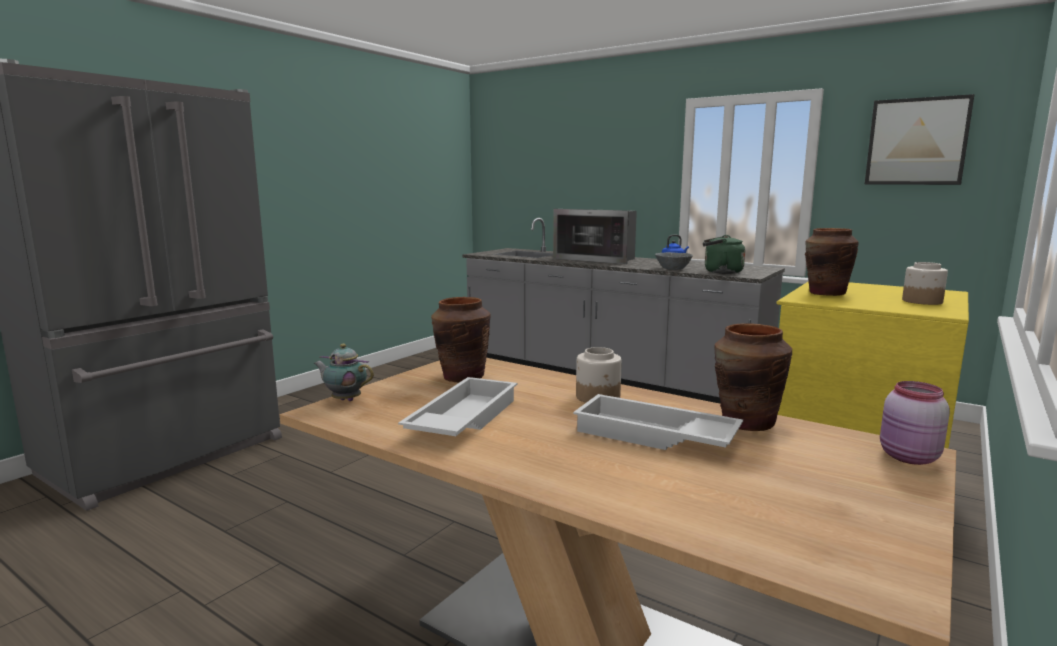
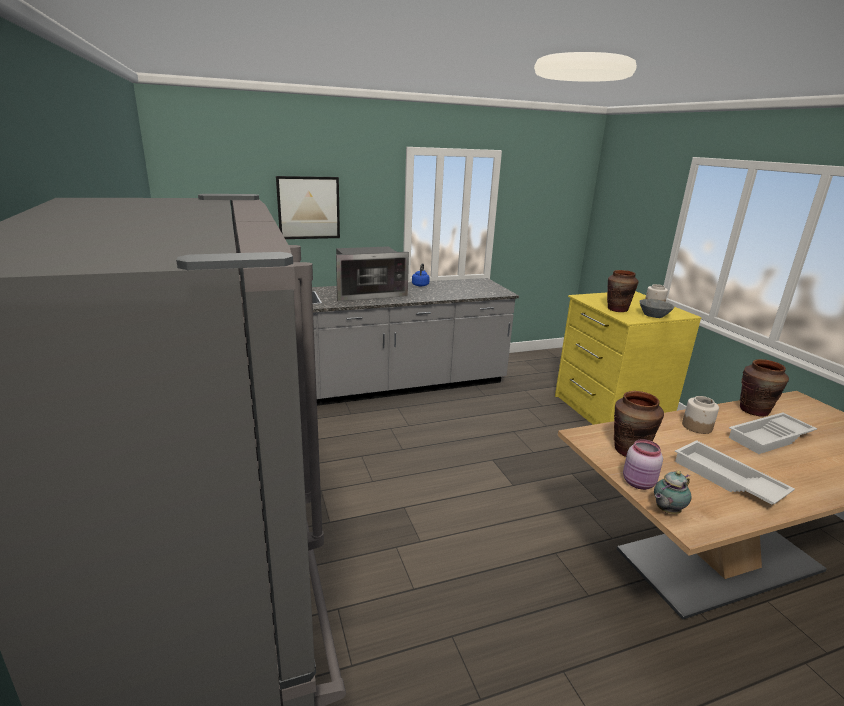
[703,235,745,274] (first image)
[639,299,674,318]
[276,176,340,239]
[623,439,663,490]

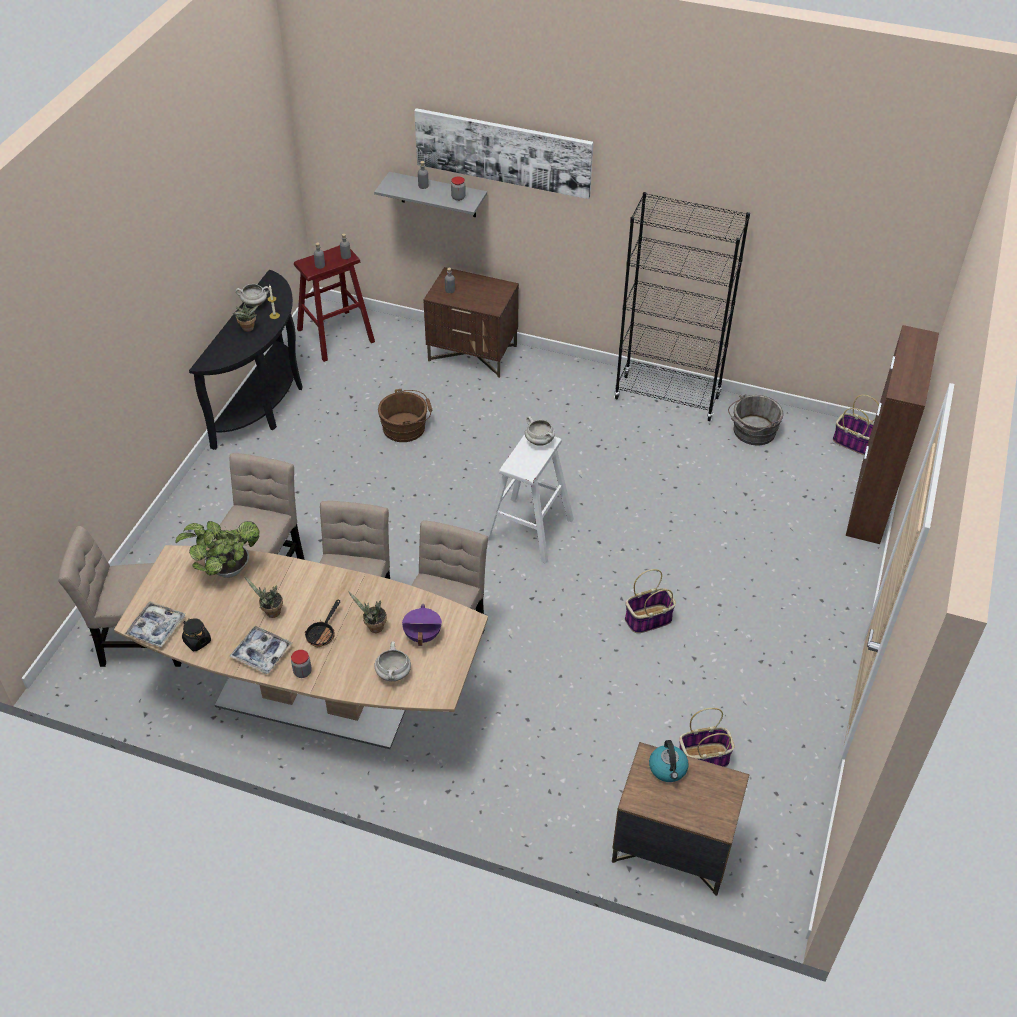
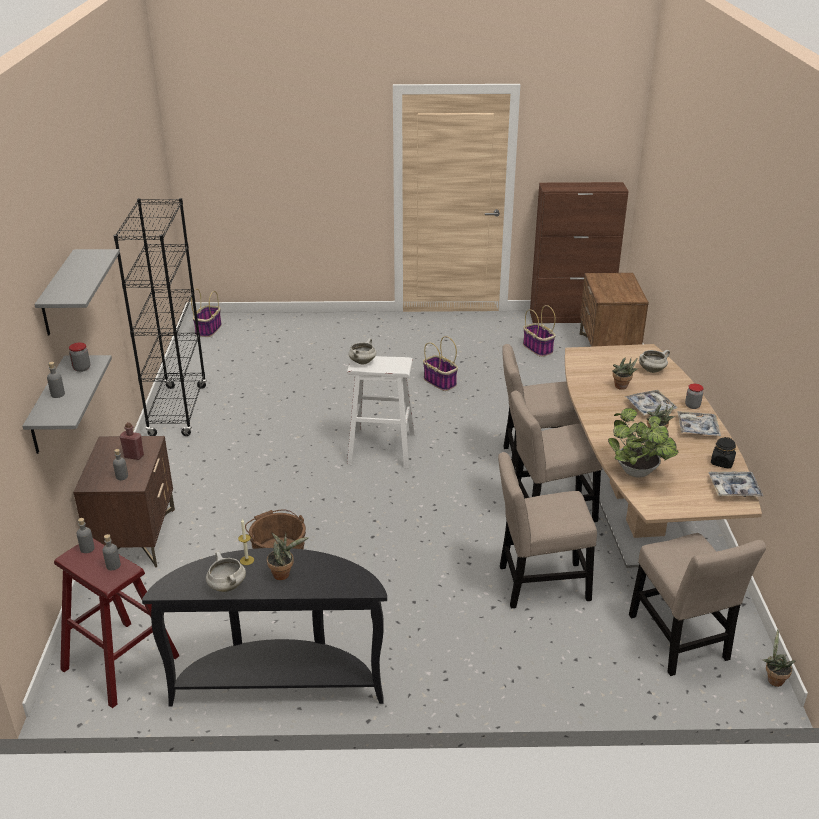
[402,604,442,646] (first image)
[649,740,689,782] (first image)
[728,393,783,445] (first image)
[120,422,144,460]
[763,629,795,687]
[530,182,629,323]
[625,390,678,415]
[34,249,120,336]

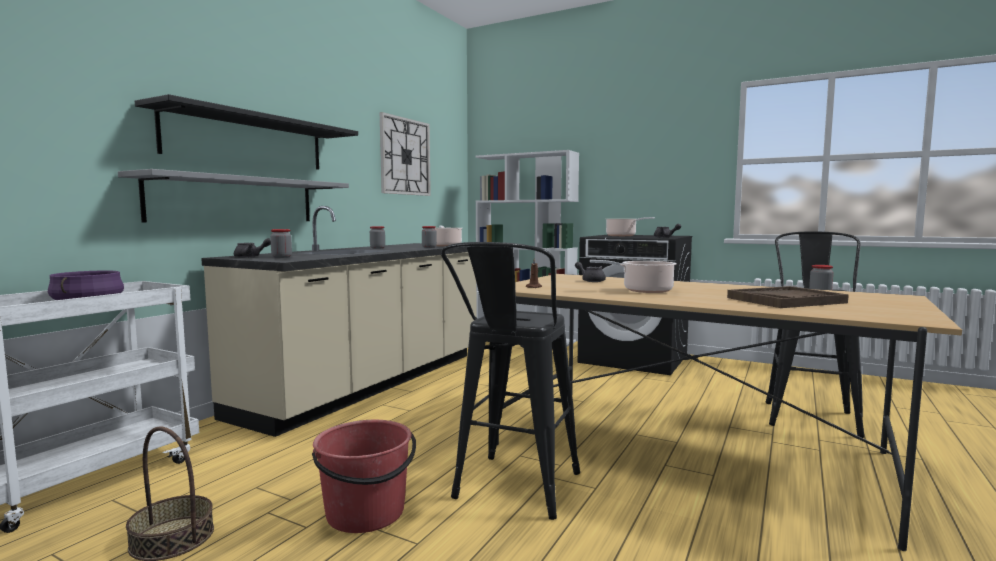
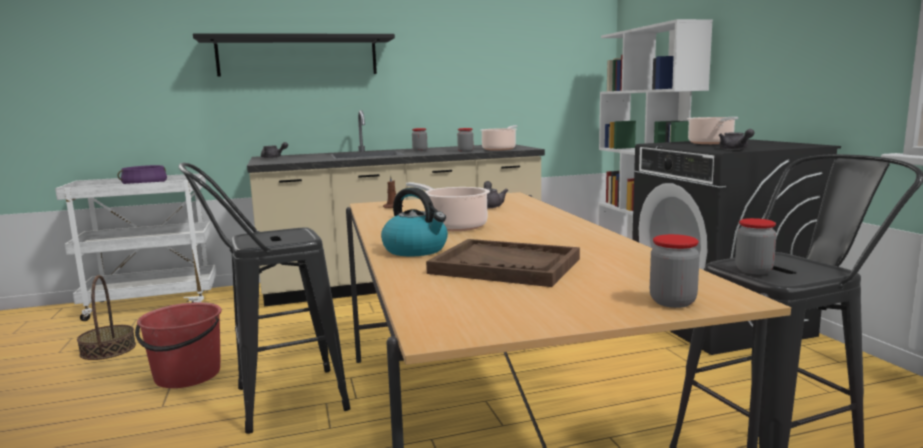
[118,169,349,223] (first image)
[380,112,431,196] (first image)
[381,187,448,256]
[650,234,700,308]

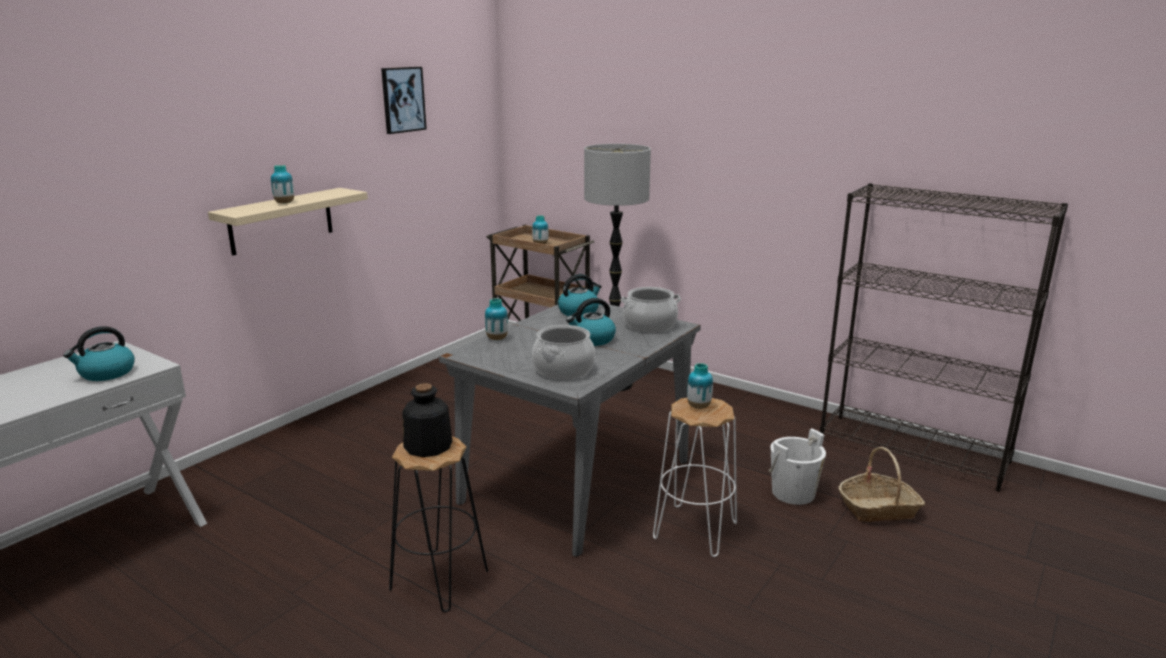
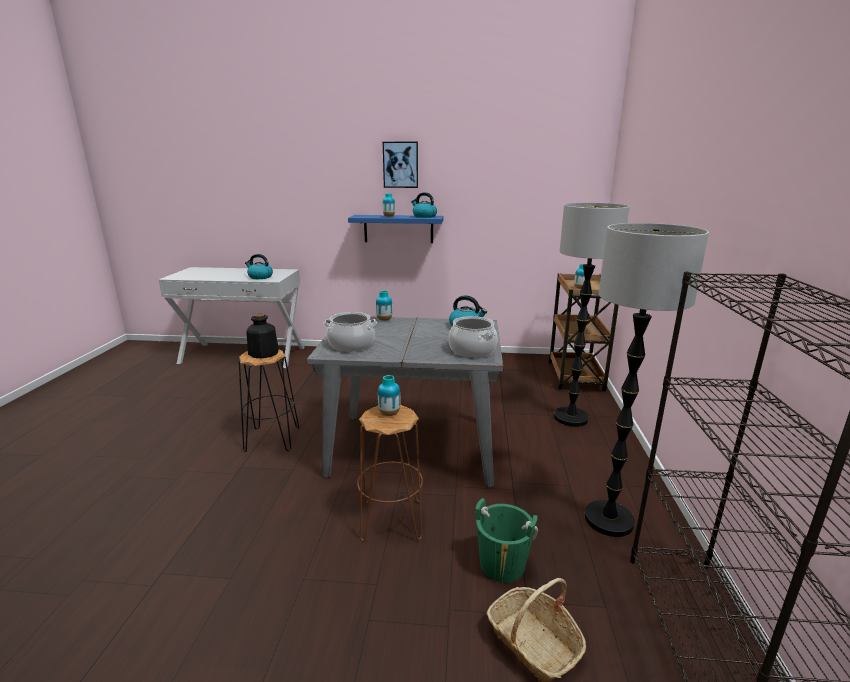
[585,223,709,537]
[383,142,418,188]
[411,192,437,218]
[348,215,443,243]
[357,405,423,542]
[475,498,538,583]

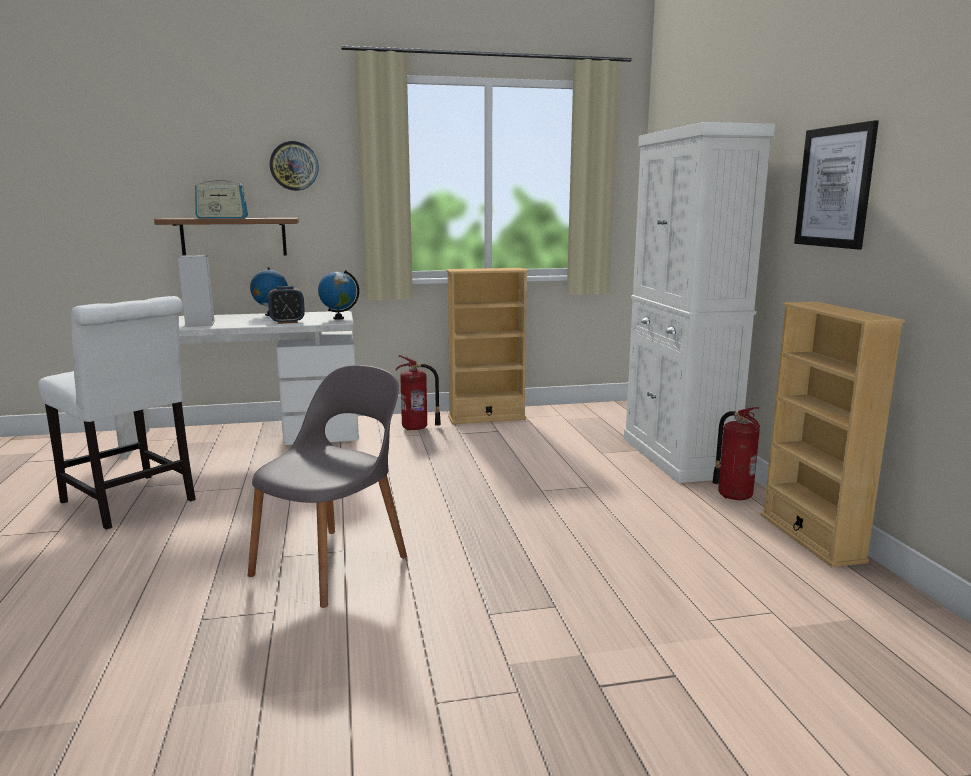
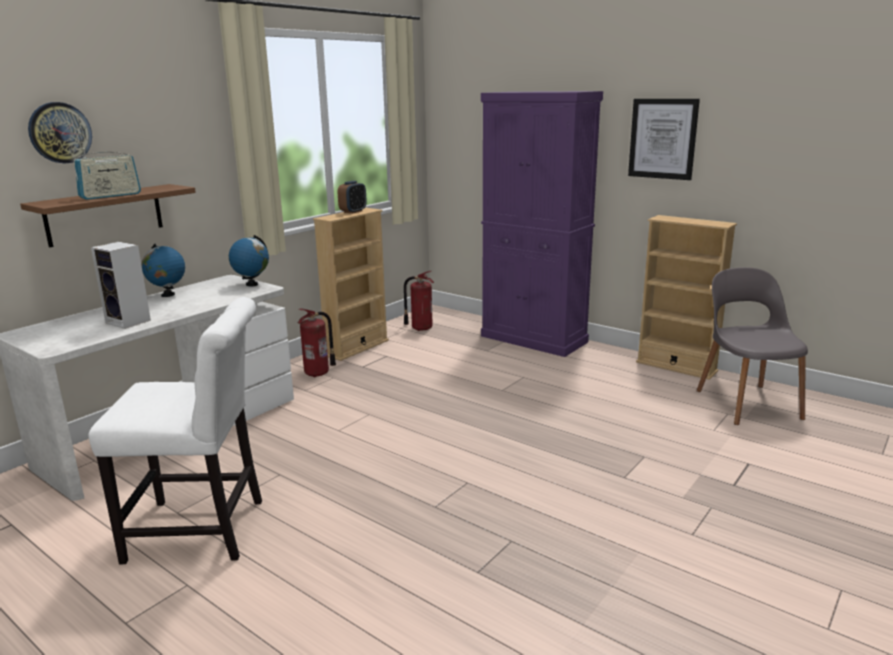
[696,267,808,425]
[338,181,367,214]
[28,102,92,163]
[404,271,434,331]
[481,91,603,357]

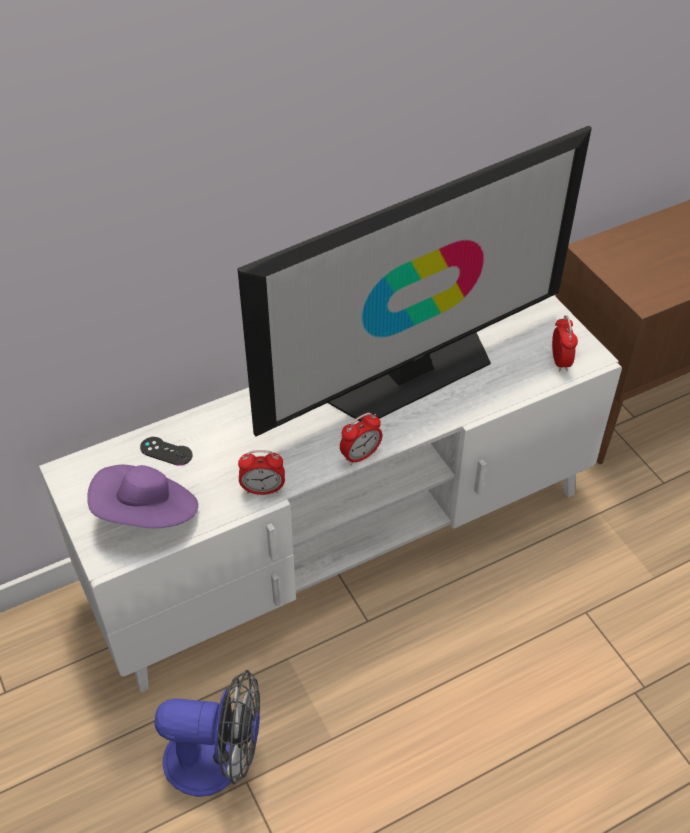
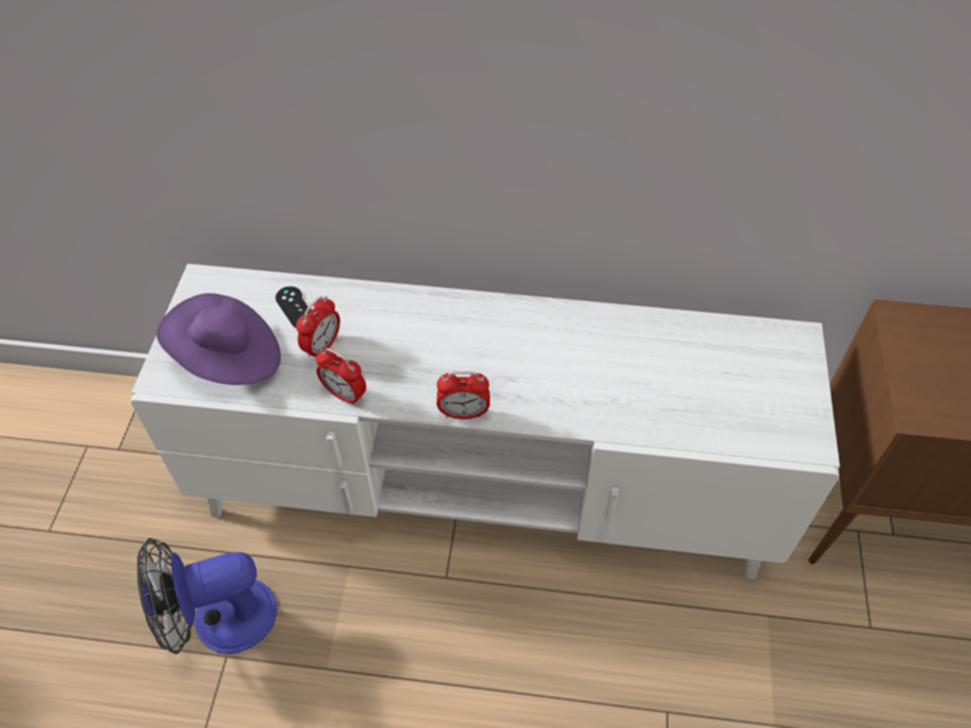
[237,126,592,436] (first image)
[296,296,340,359]
[137,538,277,654]

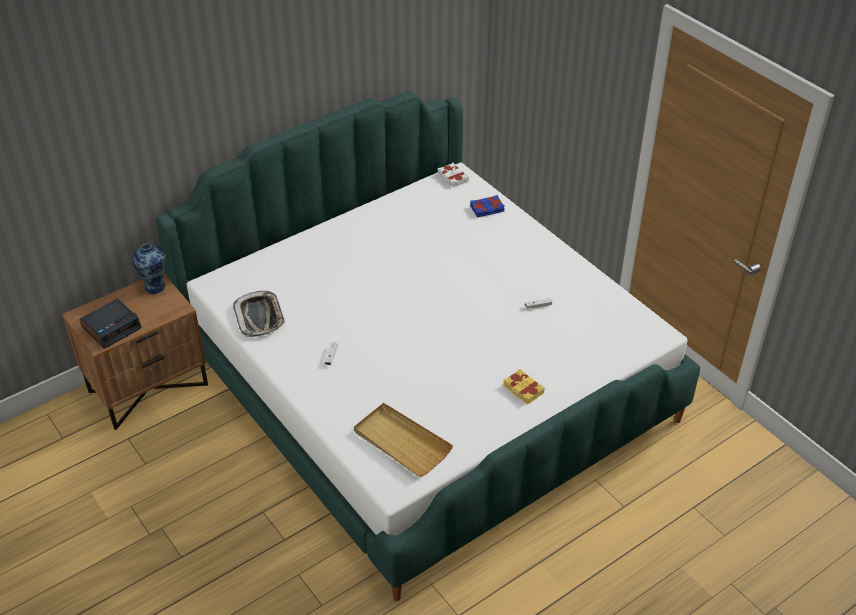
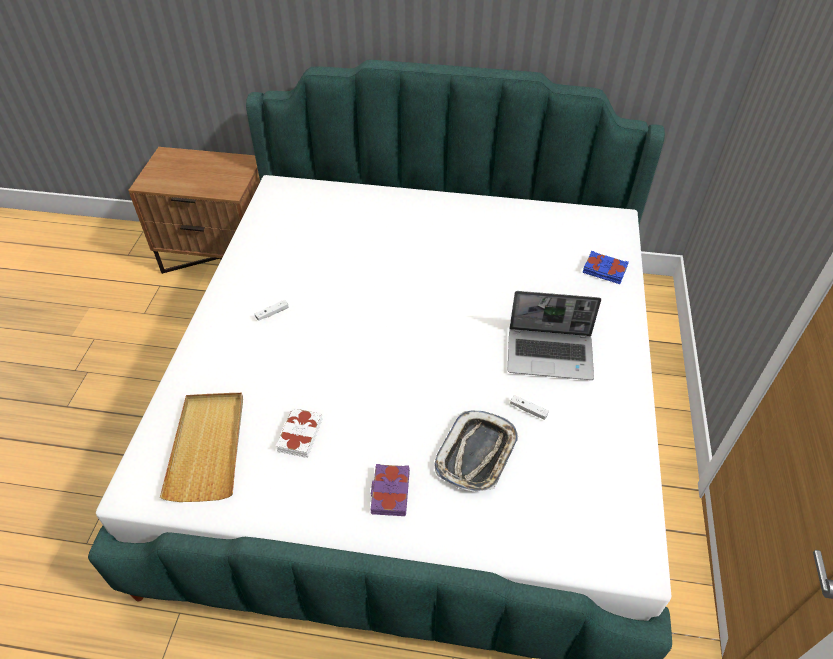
[79,298,142,349] (first image)
[132,243,166,294] (first image)
[508,291,601,380]
[434,410,518,492]
[276,408,323,458]
[370,464,410,516]

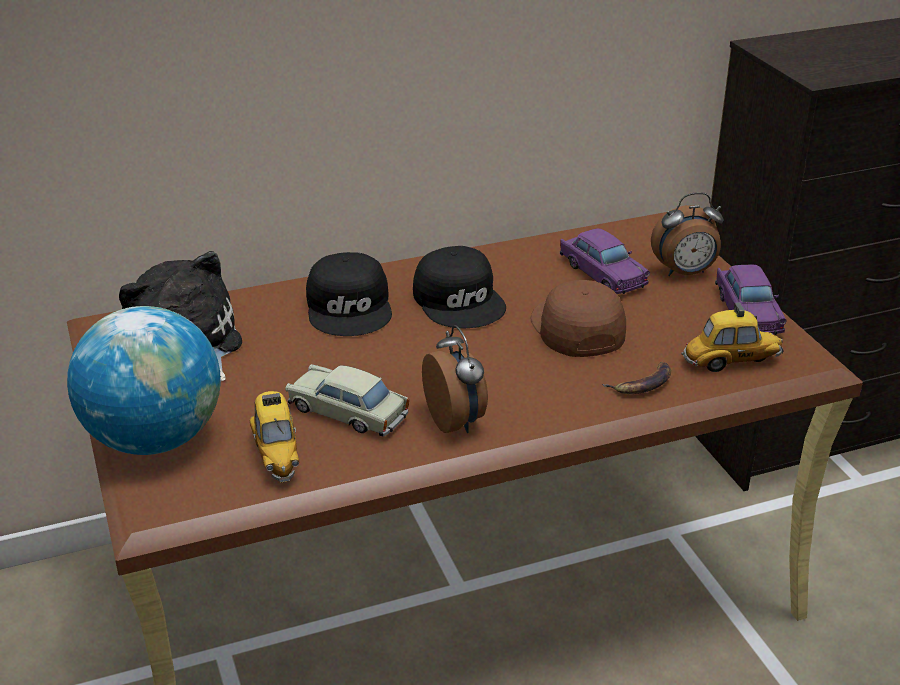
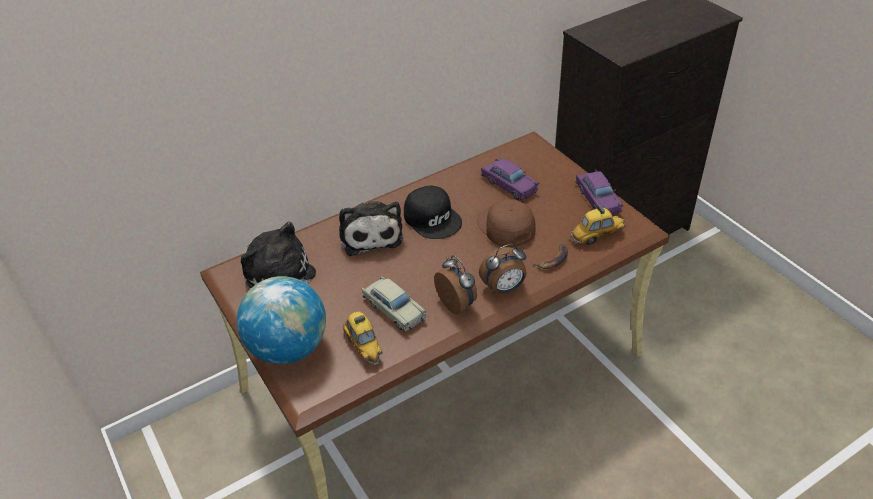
[479,244,527,294]
[339,201,403,256]
[362,276,426,332]

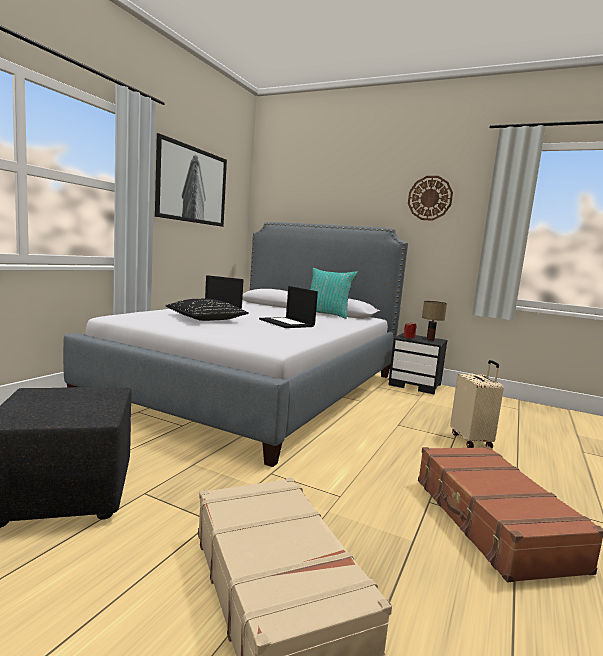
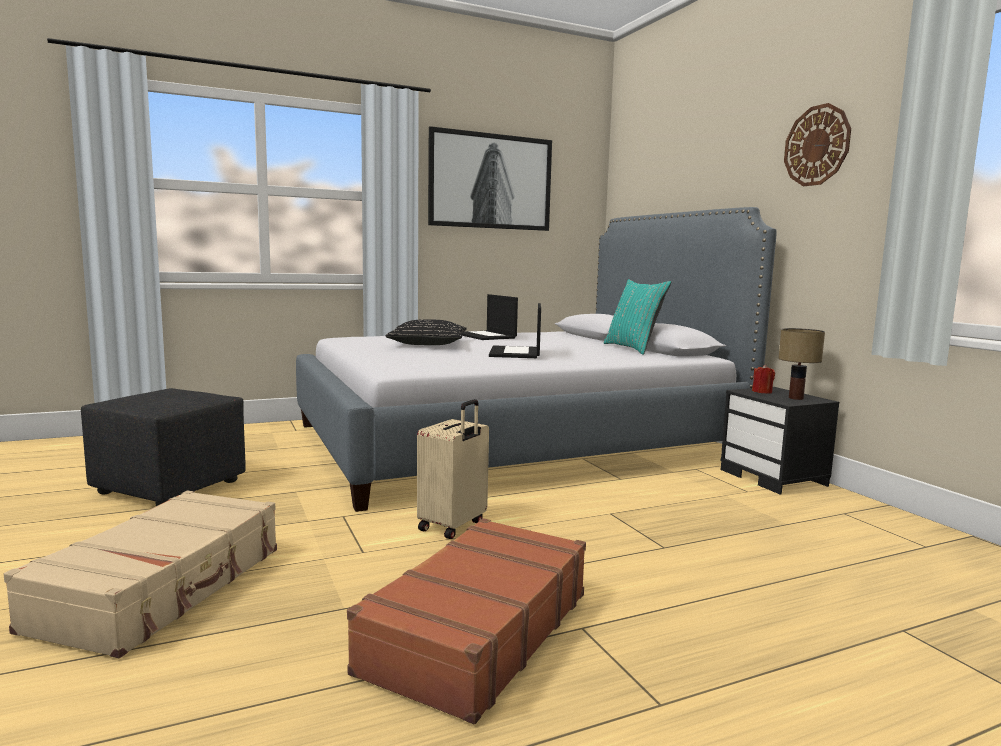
[417,399,489,539]

